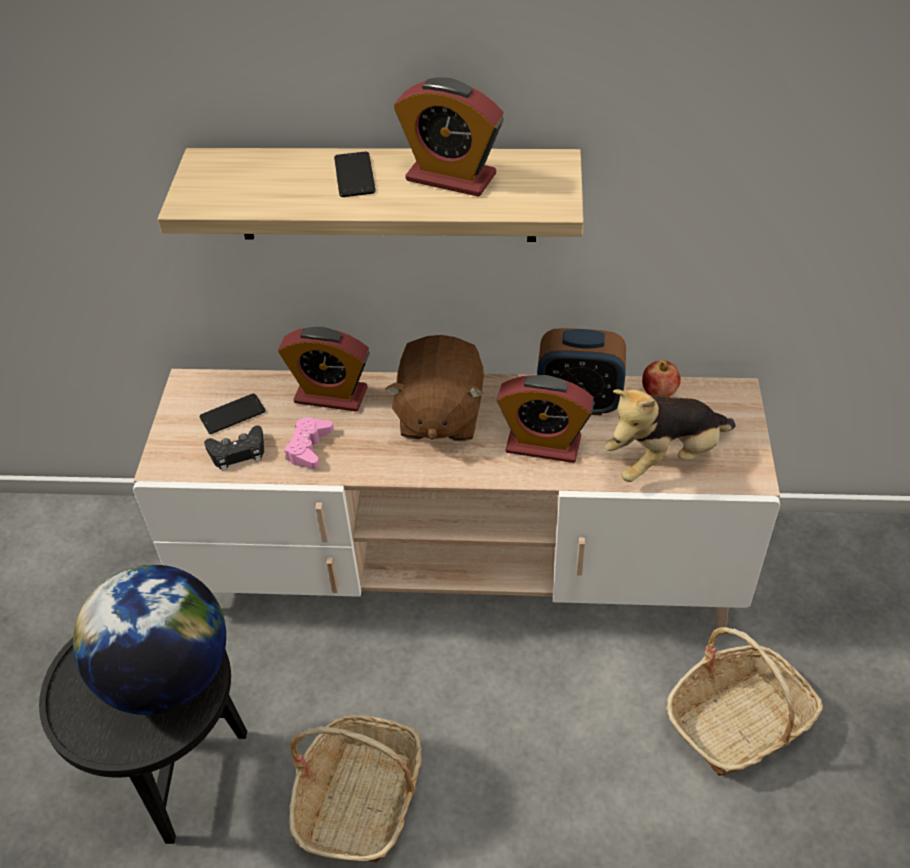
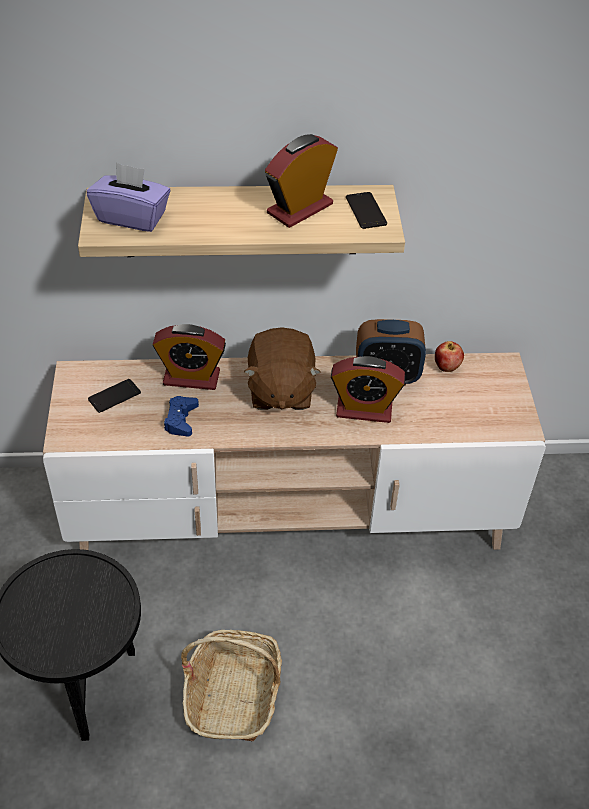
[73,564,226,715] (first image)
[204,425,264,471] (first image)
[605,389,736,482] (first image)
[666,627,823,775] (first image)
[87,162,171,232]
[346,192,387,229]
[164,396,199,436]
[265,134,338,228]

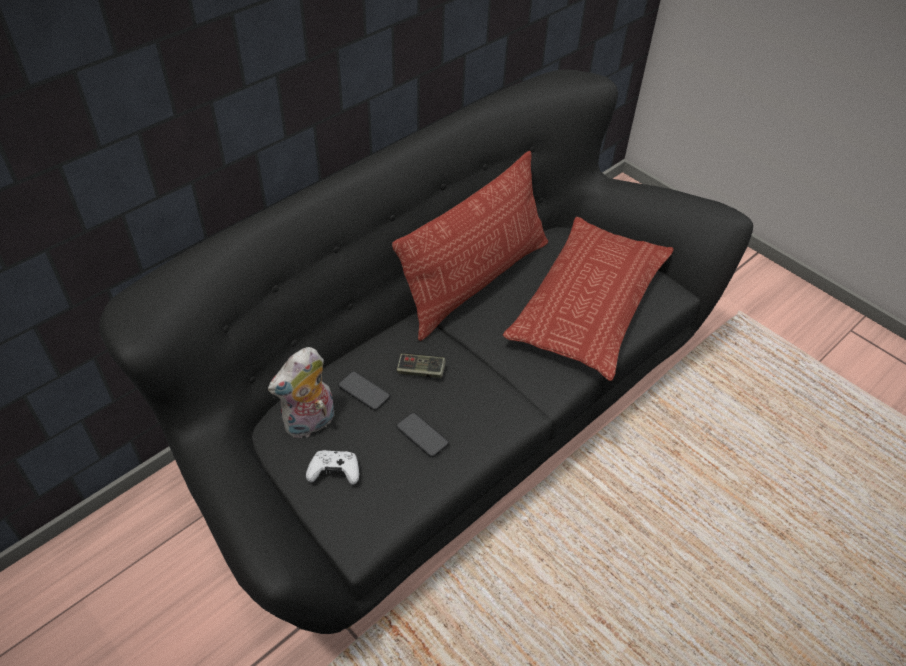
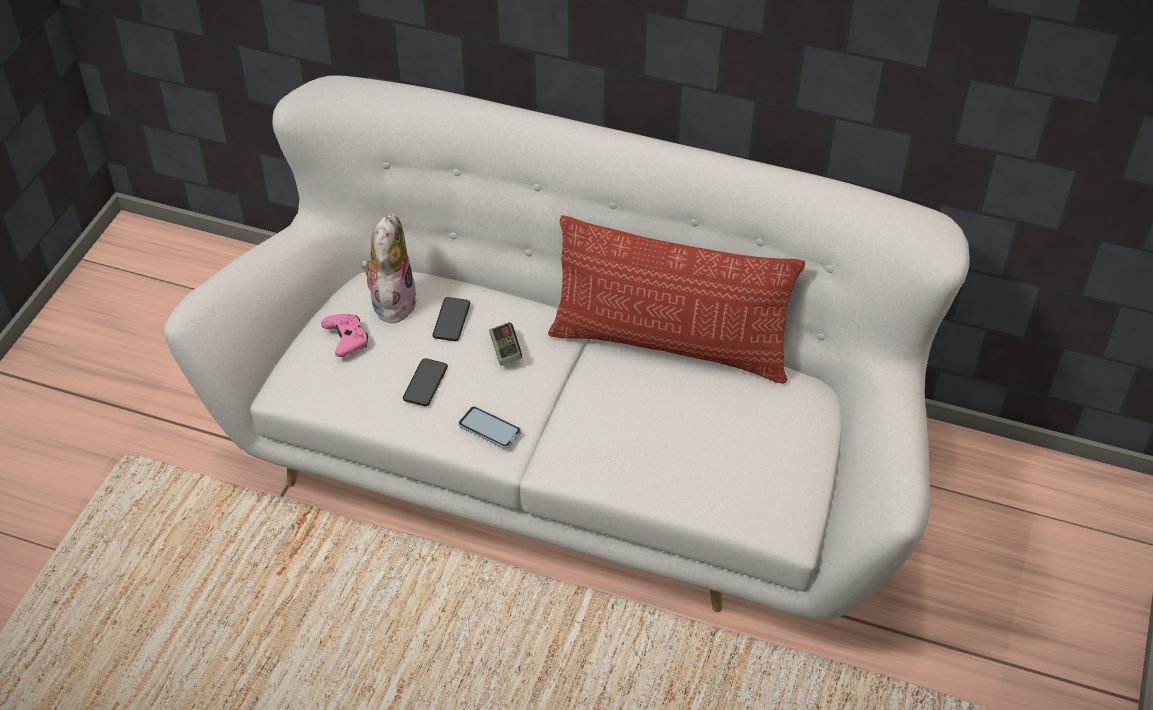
[503,217,674,381] (first image)
[458,406,521,449]
[164,75,970,620]
[321,314,368,357]
[361,214,416,323]

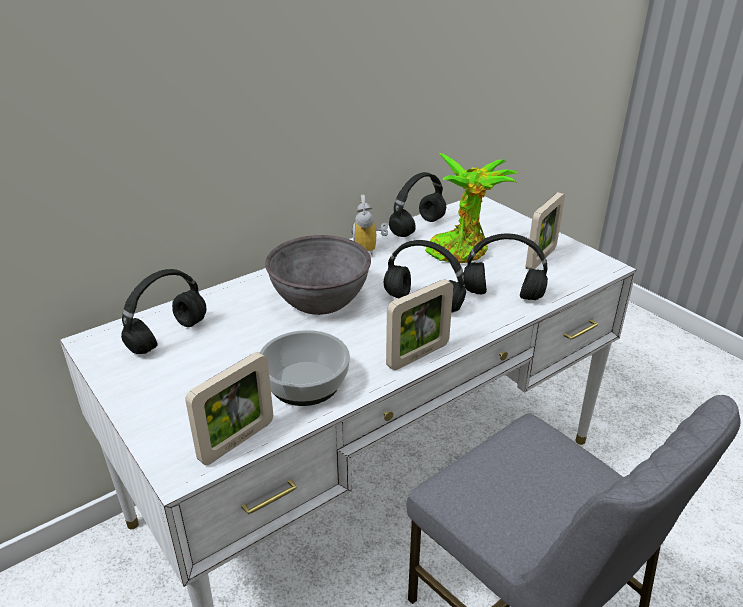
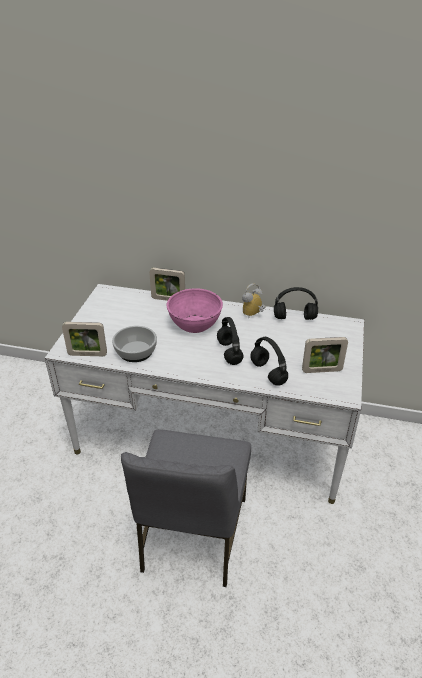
[121,269,207,354] (first image)
[425,153,518,263] (first image)
[149,268,185,301]
[167,288,223,333]

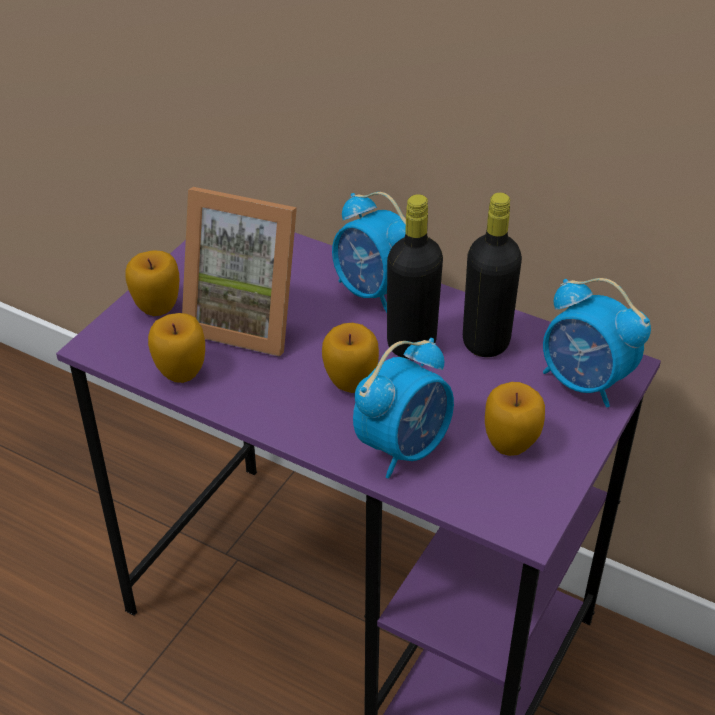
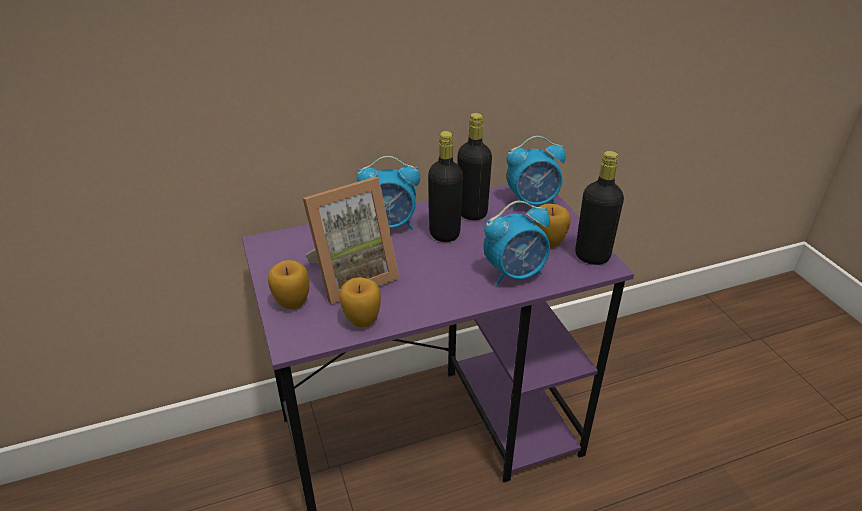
[322,323,379,393] (first image)
[575,151,624,265]
[484,201,550,286]

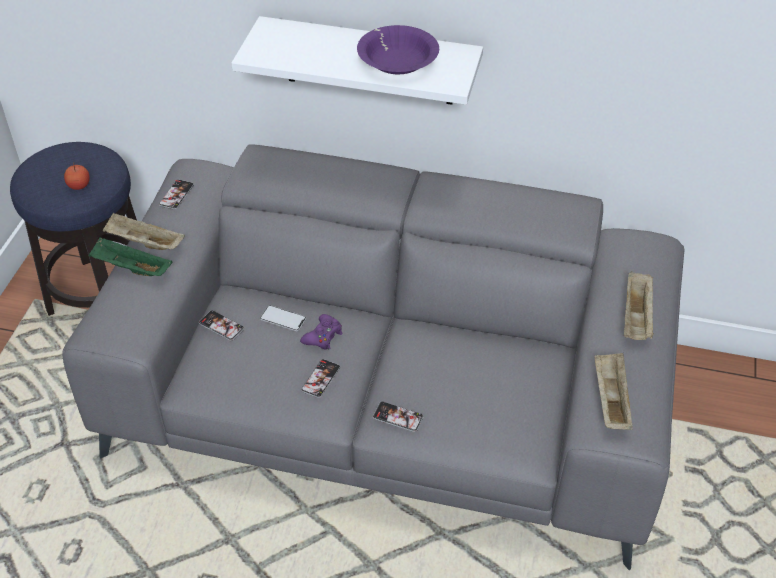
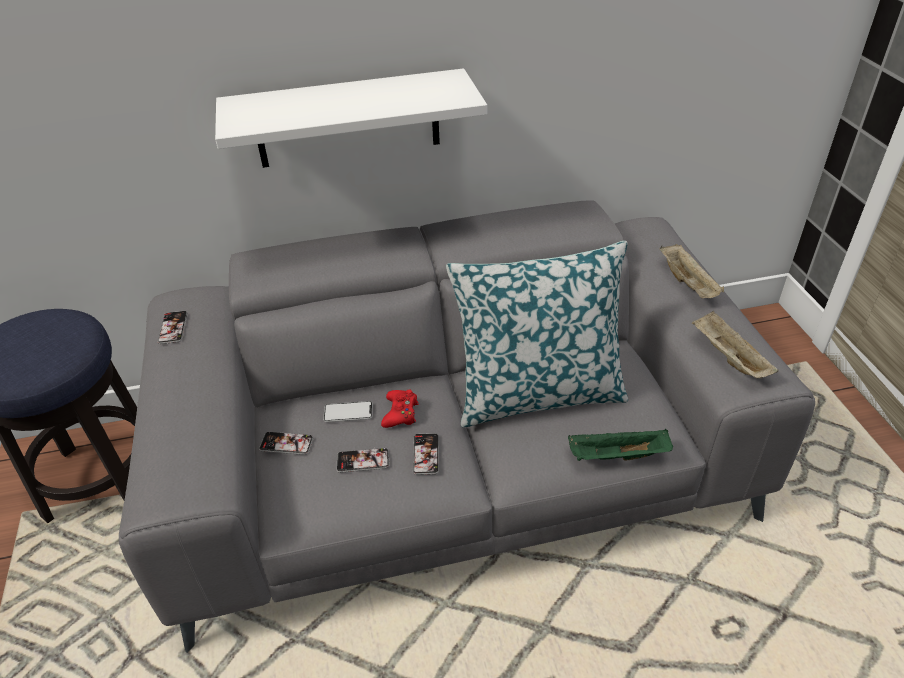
[64,163,90,190] (first image)
[103,213,185,250] (first image)
[357,25,439,74] (first image)
[446,241,628,427]
[568,429,673,461]
[337,448,389,473]
[381,390,419,428]

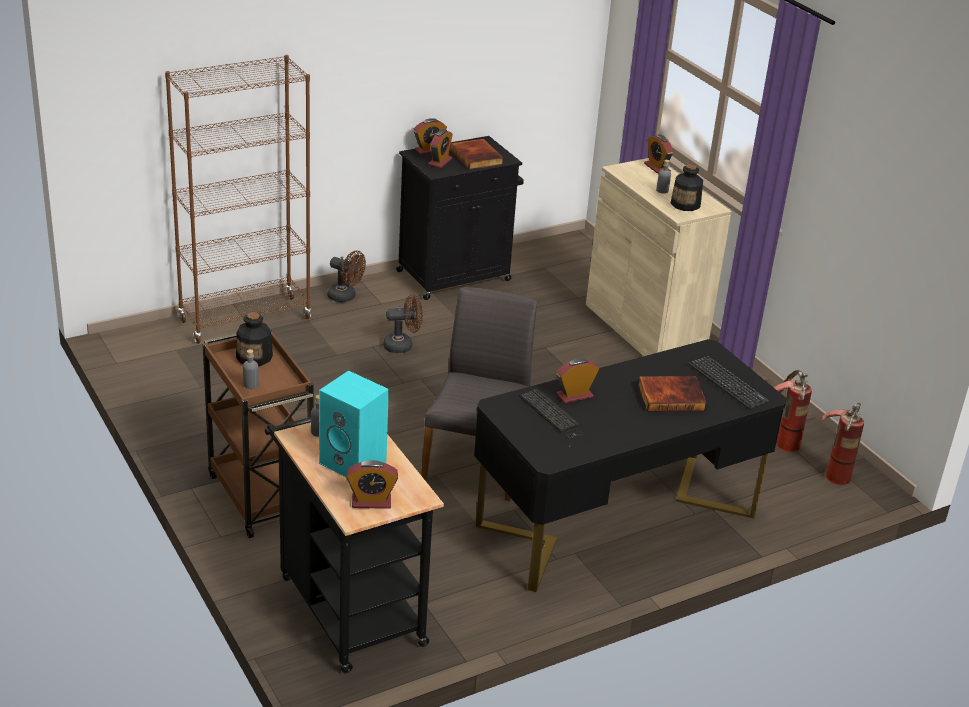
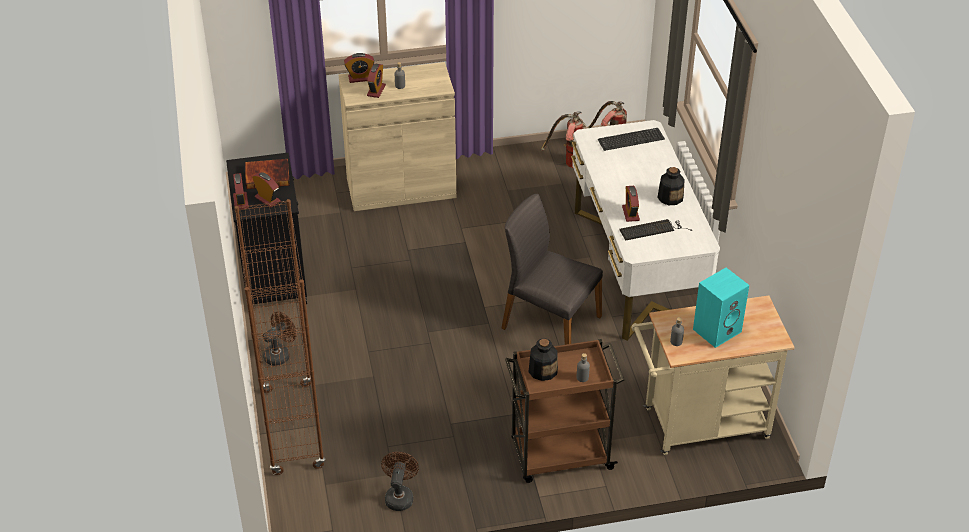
[638,376,707,411] (first image)
[367,64,386,98]
[381,452,419,511]
[657,167,685,205]
[631,295,795,455]
[571,120,720,341]

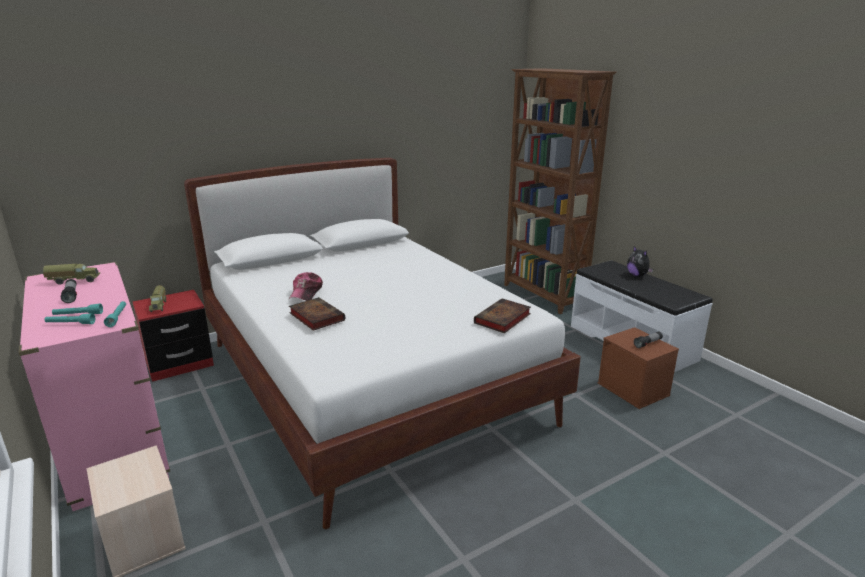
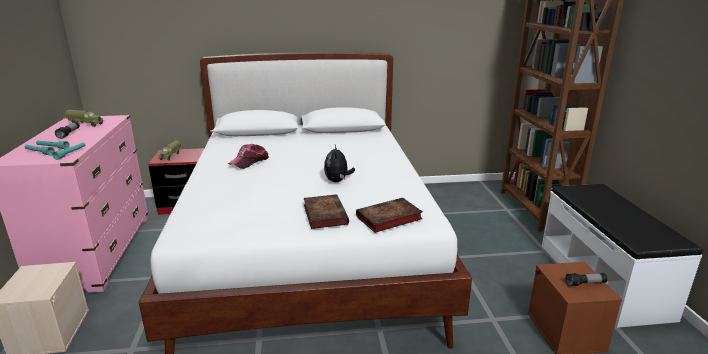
[304,194,349,229]
[324,145,355,182]

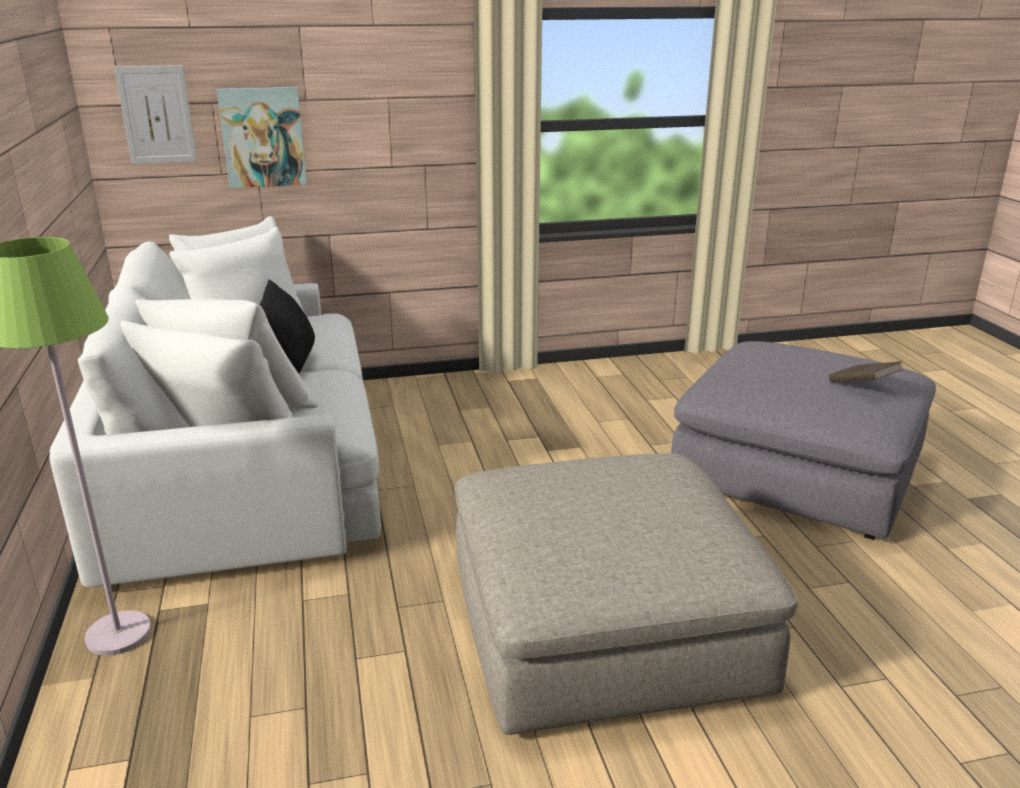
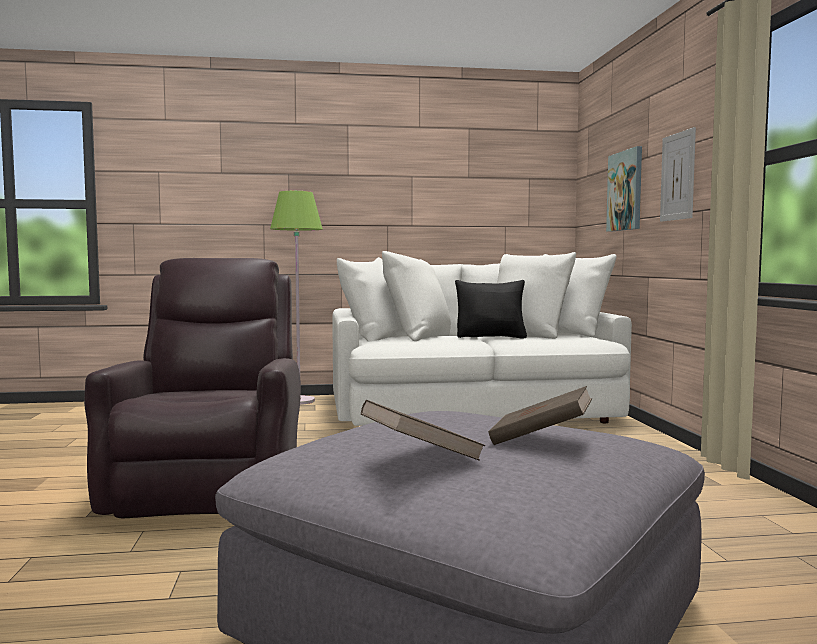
[488,386,592,445]
[660,127,696,222]
[84,258,301,518]

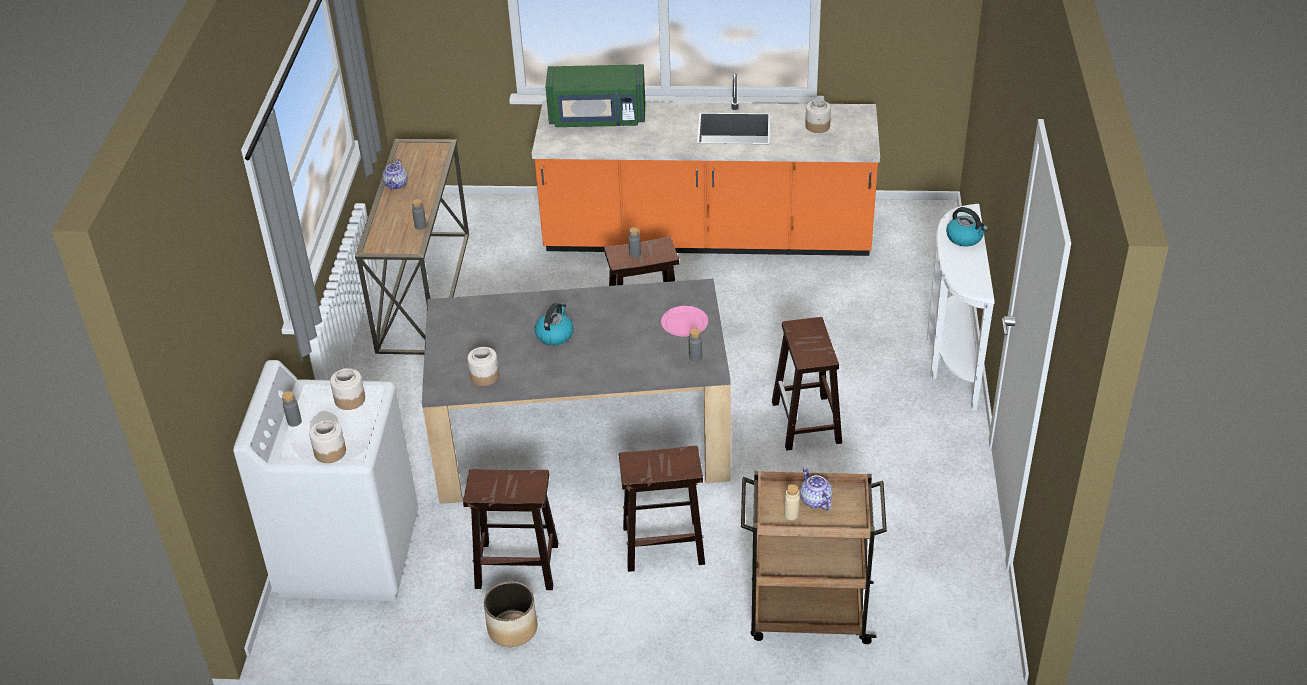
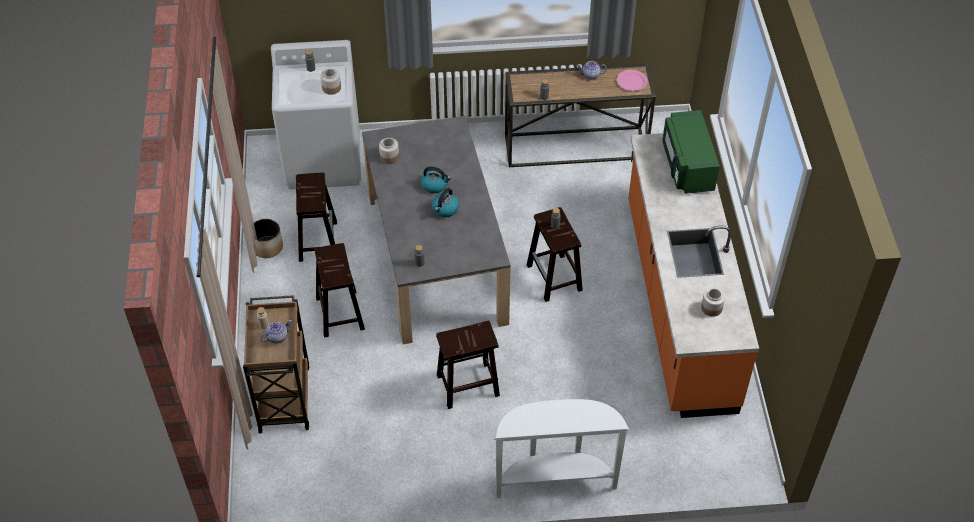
[309,420,346,463] (first image)
[617,70,647,91]
[432,188,459,217]

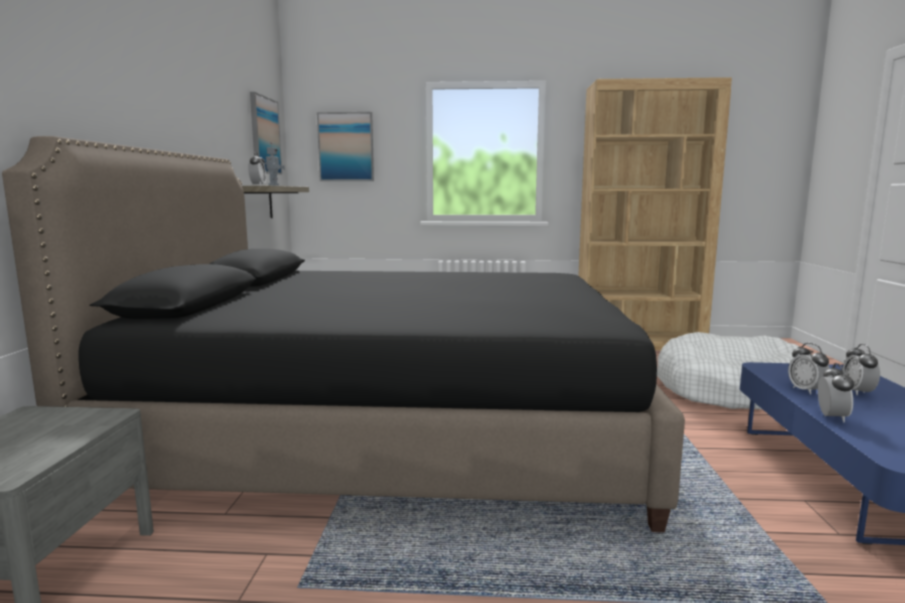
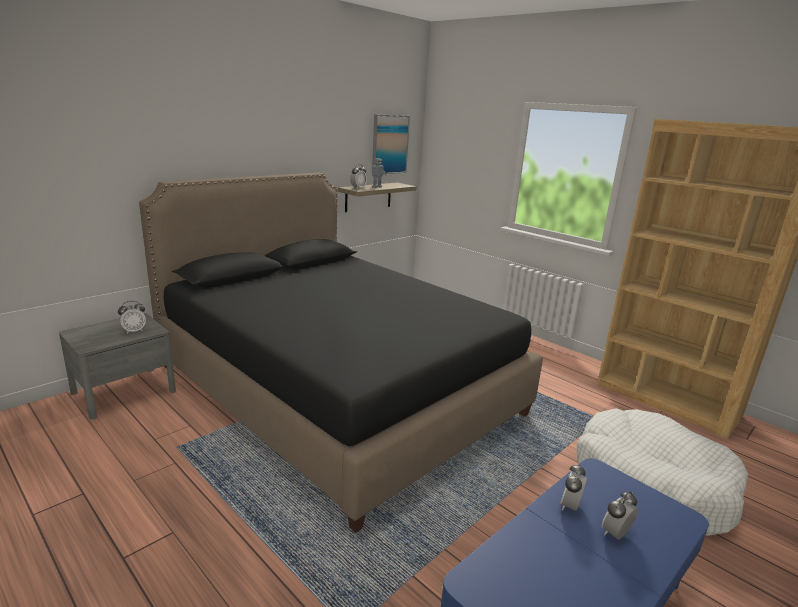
[317,112,374,181] (first image)
[118,301,146,334]

